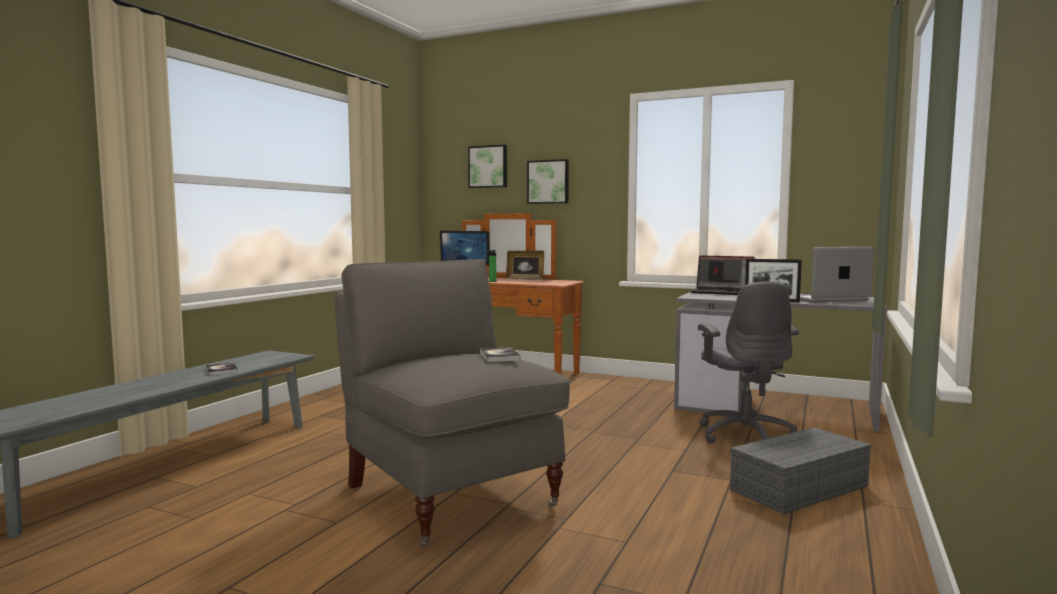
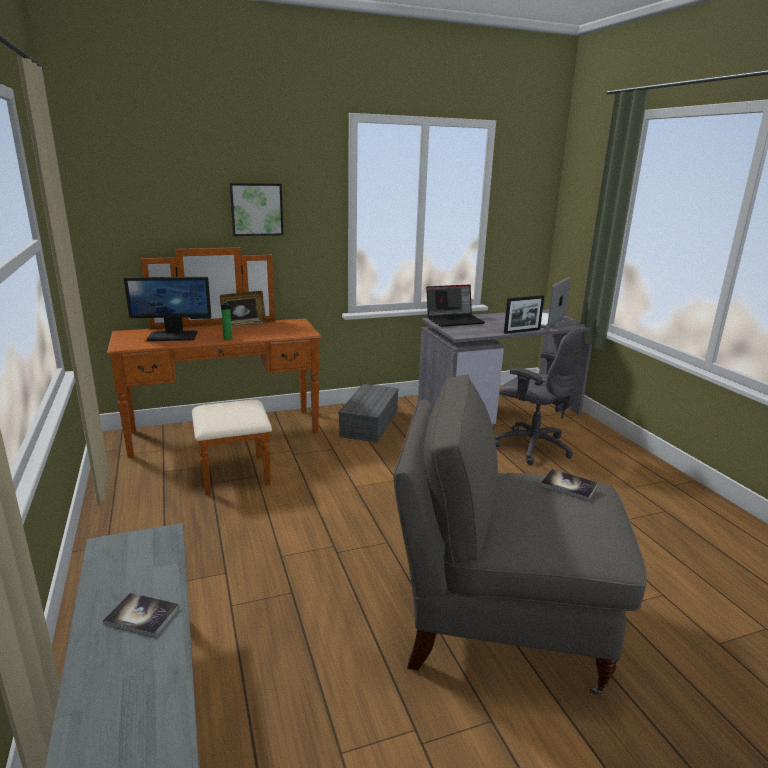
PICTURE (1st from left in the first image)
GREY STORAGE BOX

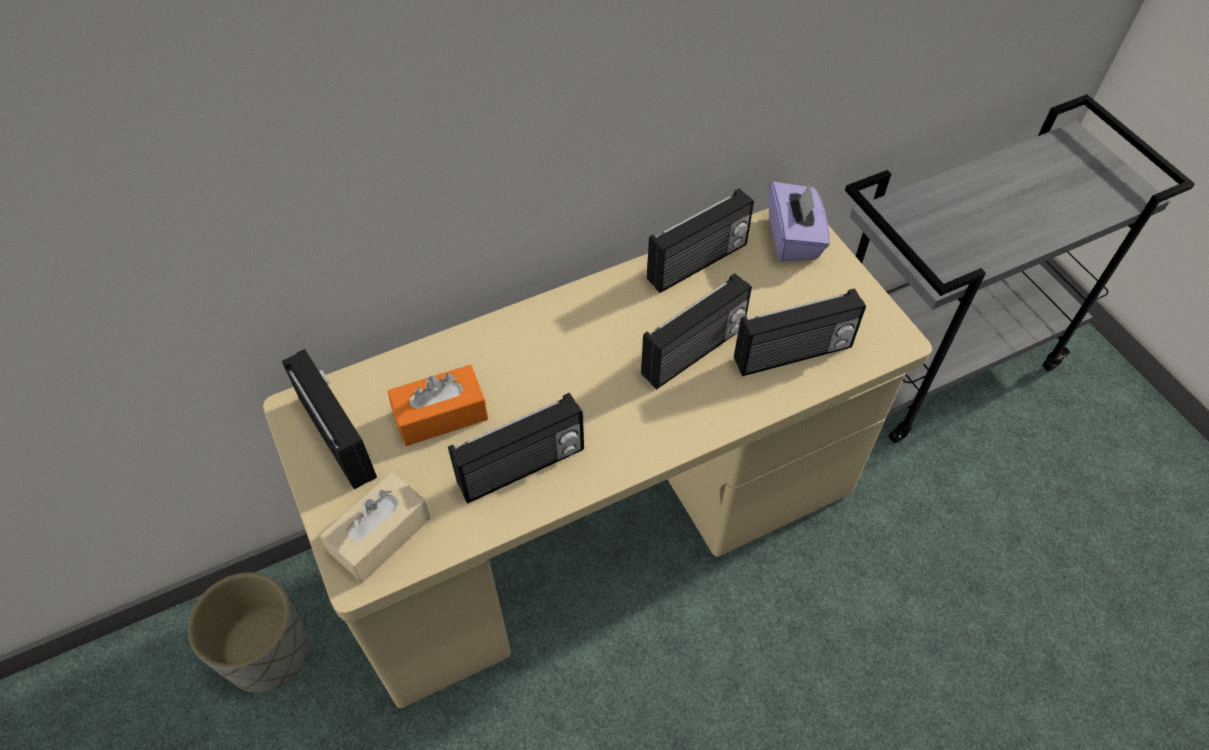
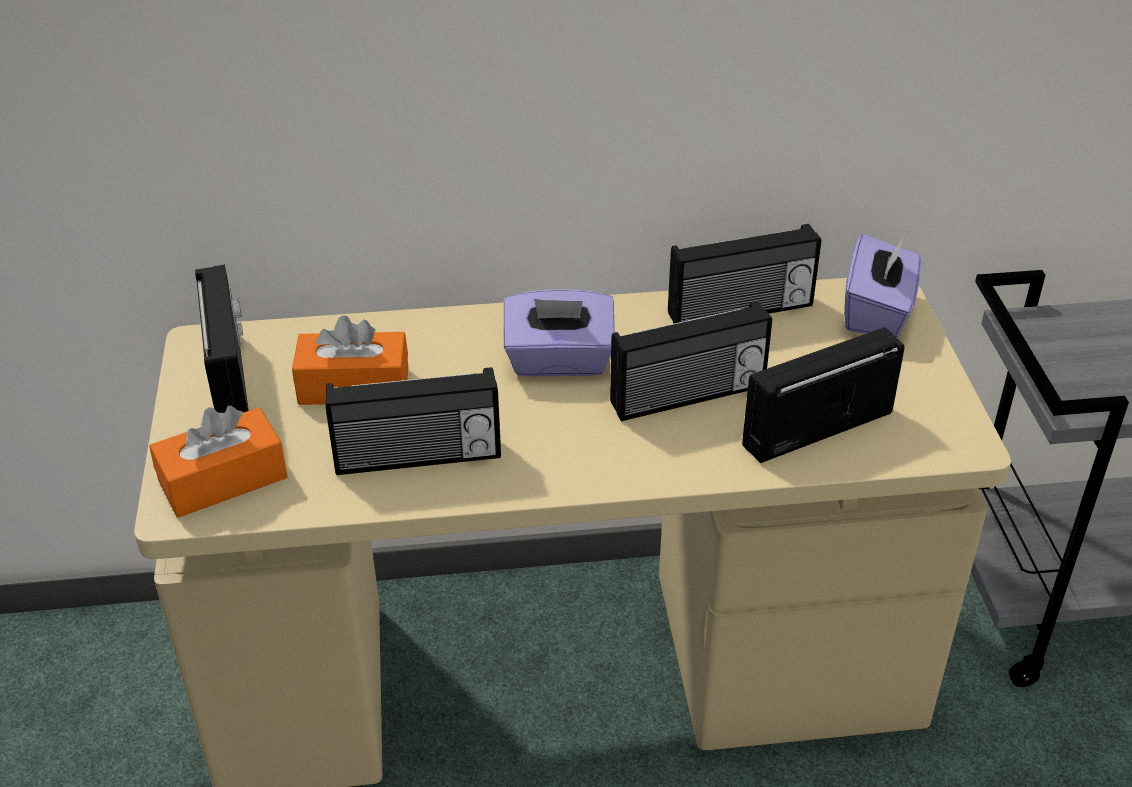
GREY PLANTER
ORANGE TISSUE BOX (1st from left)
RADIO (5th from left)
PURPLE TISSUE BOX (1st from left)

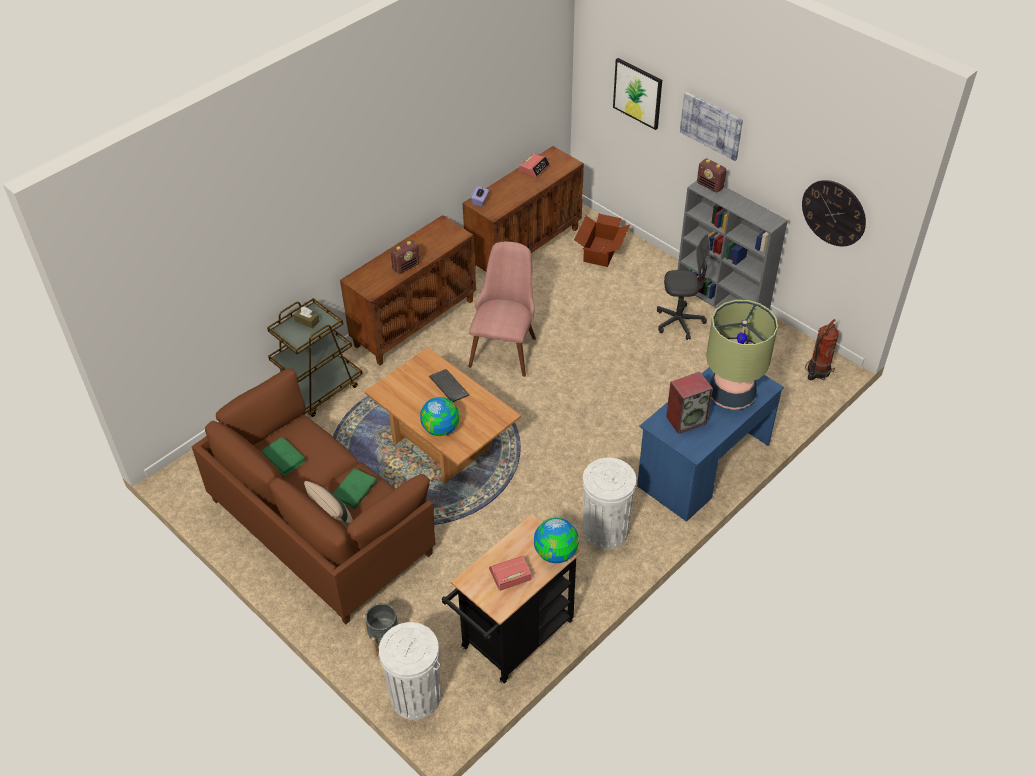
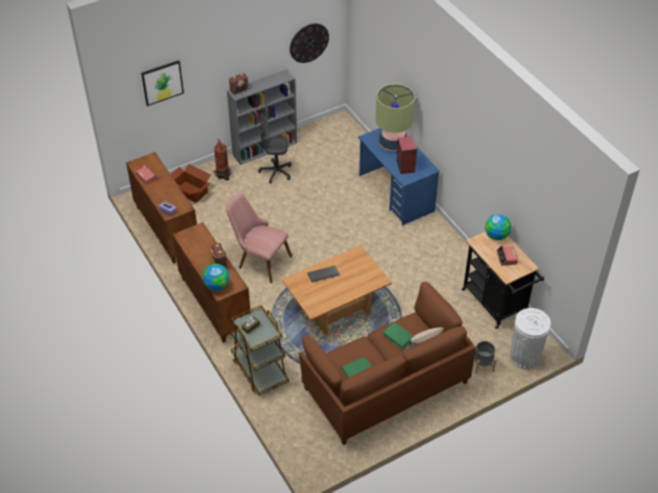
GLOBE (1st from left)
WHITE TRASH CAN (2nd from left in the first image)
GREY OFFICE CHAIR
PICTURE (2nd from left in the first image)
FIRE EXTINGUISHER

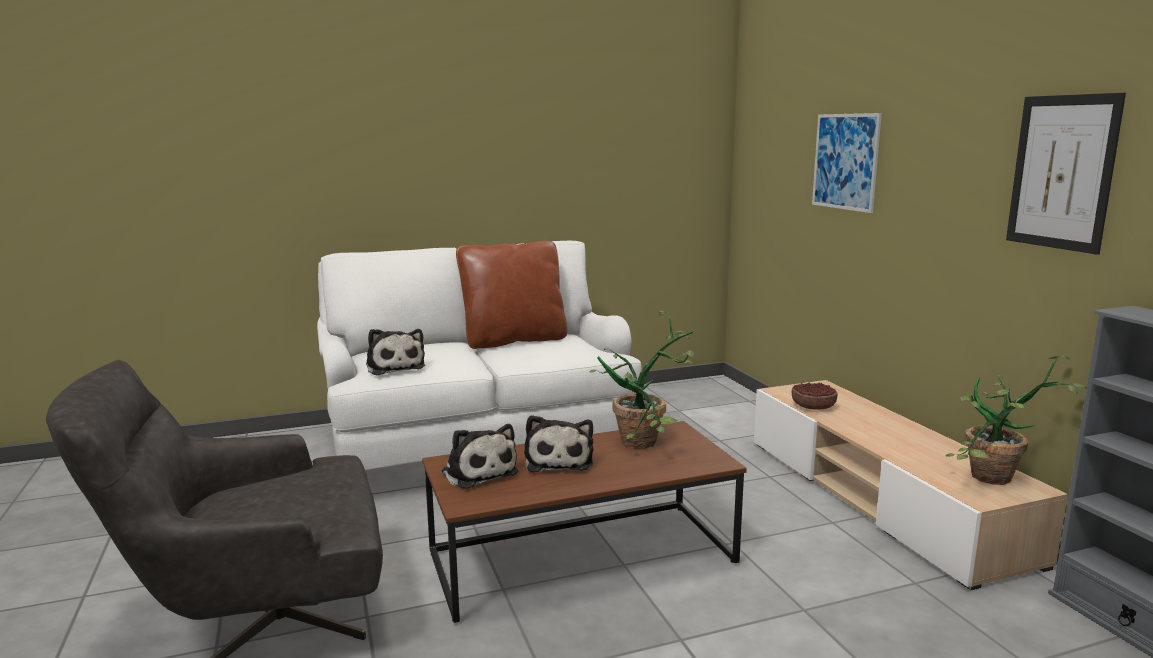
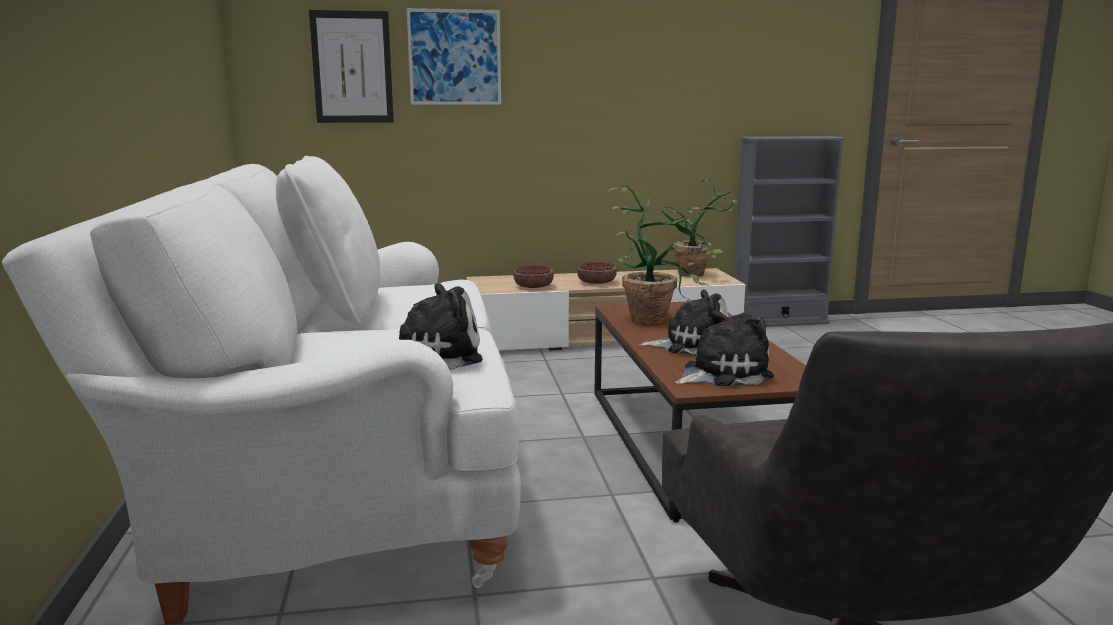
WHITE PILLOW
PICTURE (1st from left)
BOWL (2nd from left)

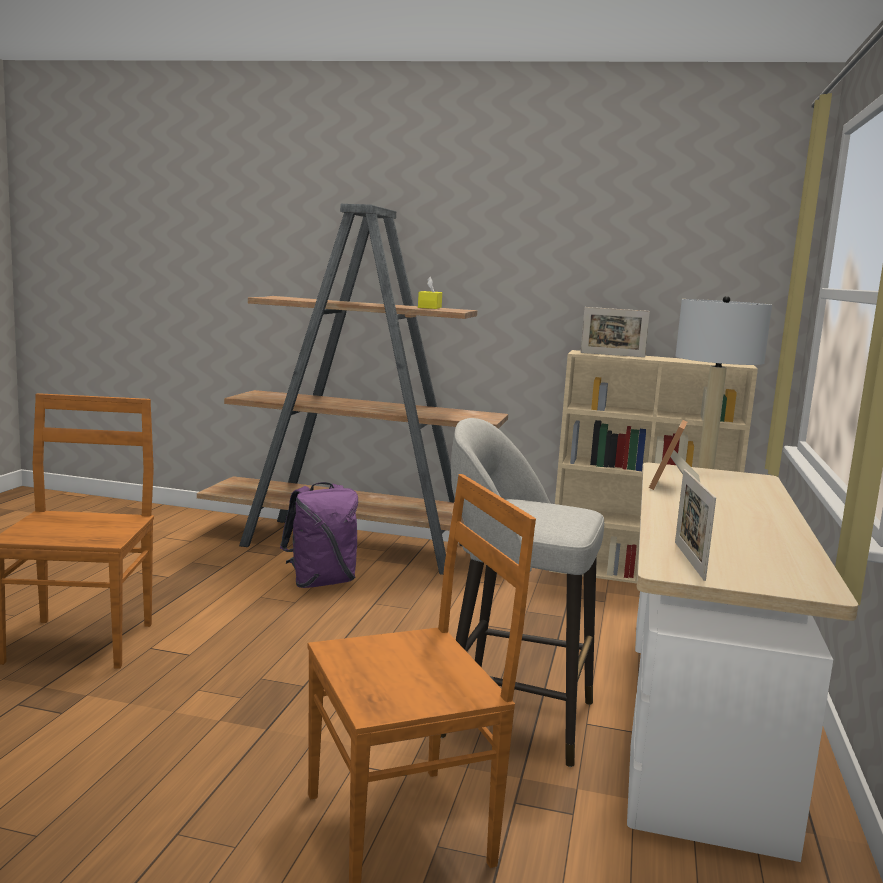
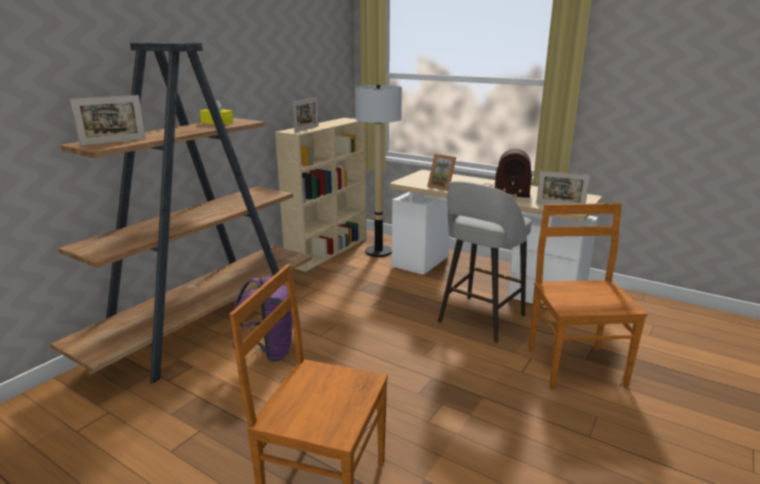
PICTURE FRAME (1st from left)
RADIO

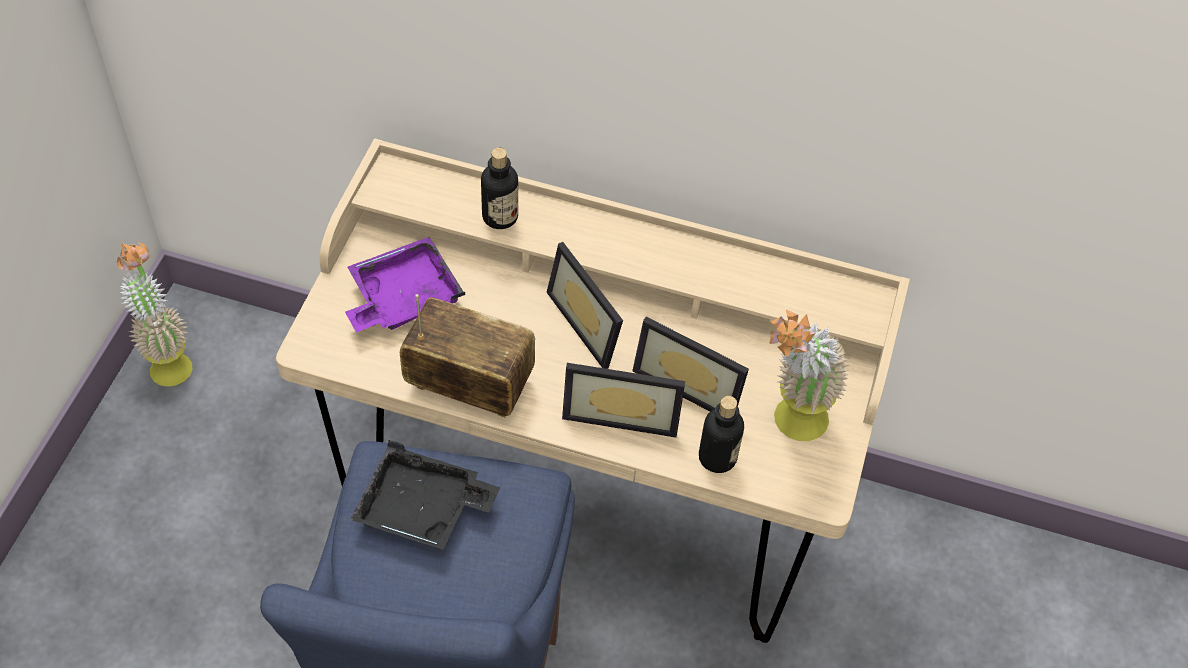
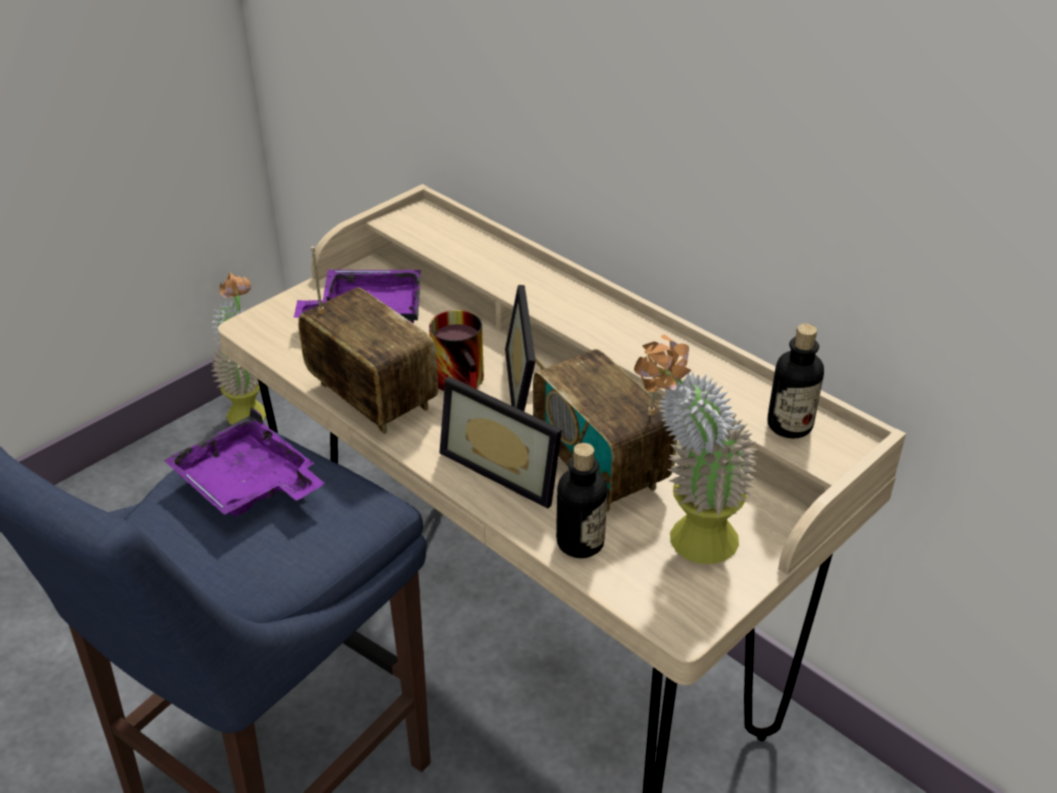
PURPLE TRAY (1st from left)
BOTTLE (2nd from left)
RADIO (2nd from left)
MUG

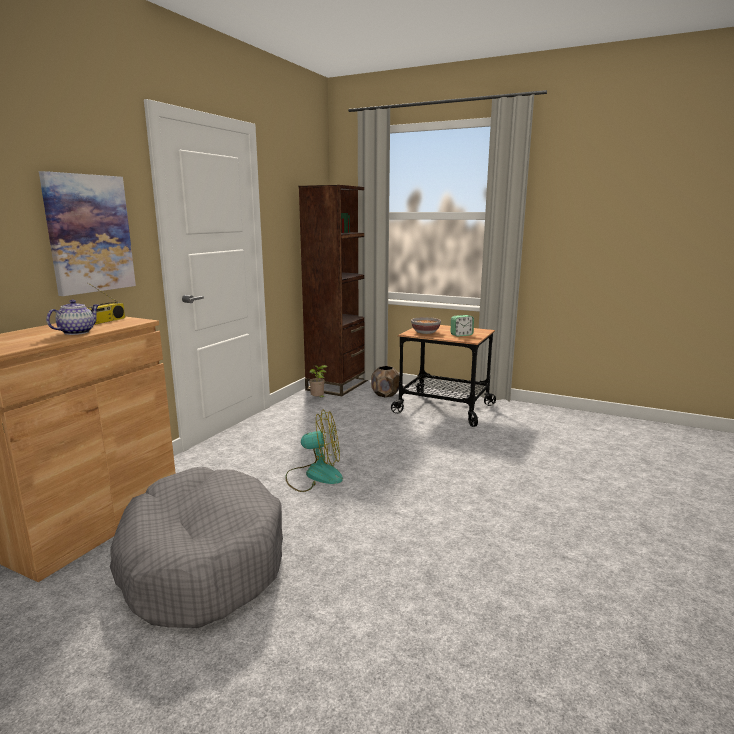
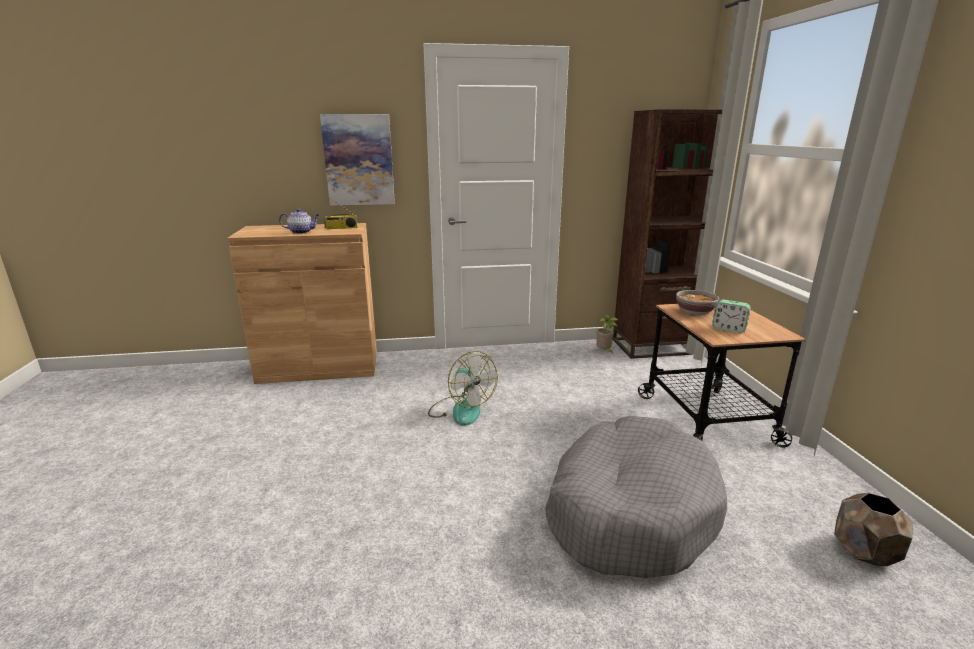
GREY DOG BED
BROWN PLANTER

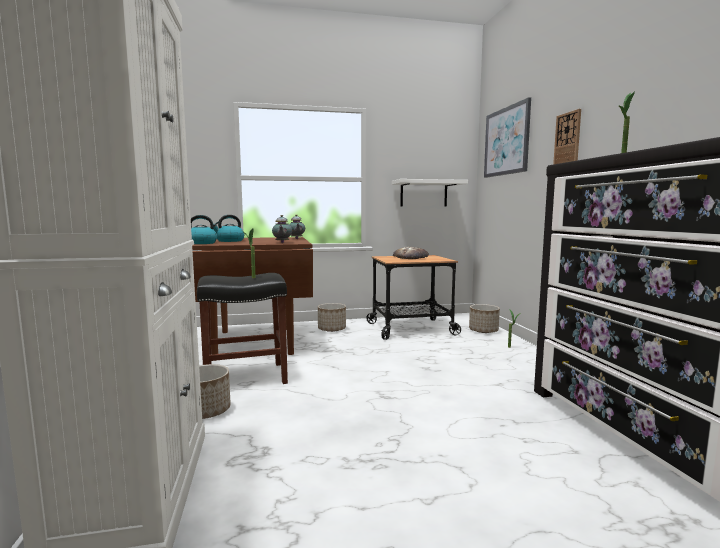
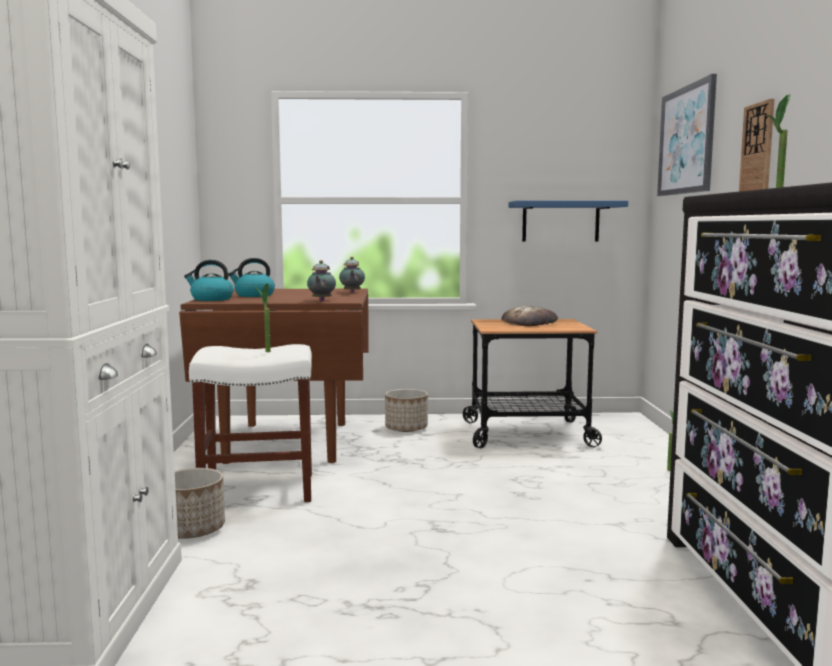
WHITE STOOL
BLUE SHELF
PLANTER (3rd from left in the first image)

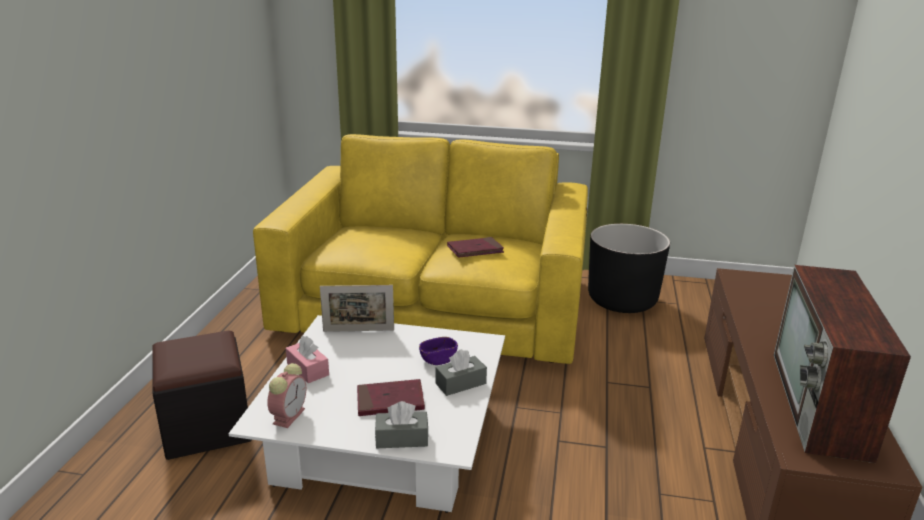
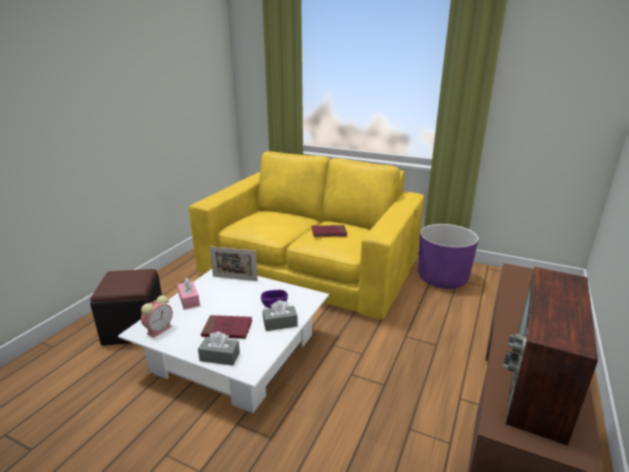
PURPLE PLANTER

